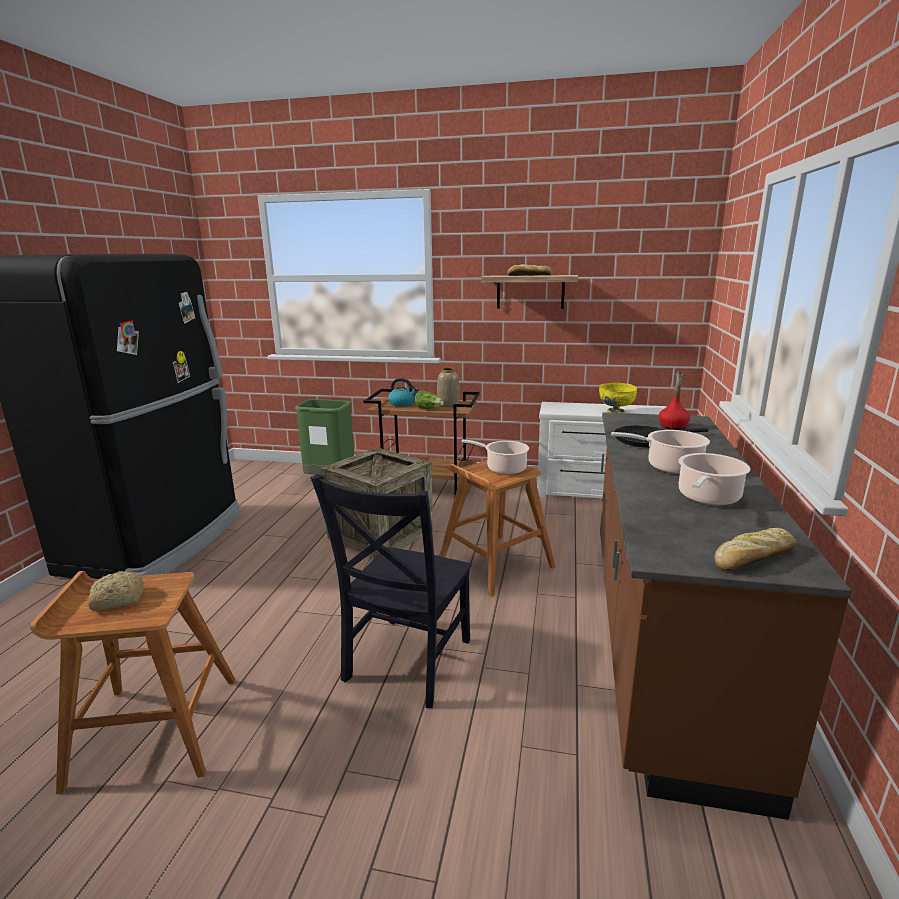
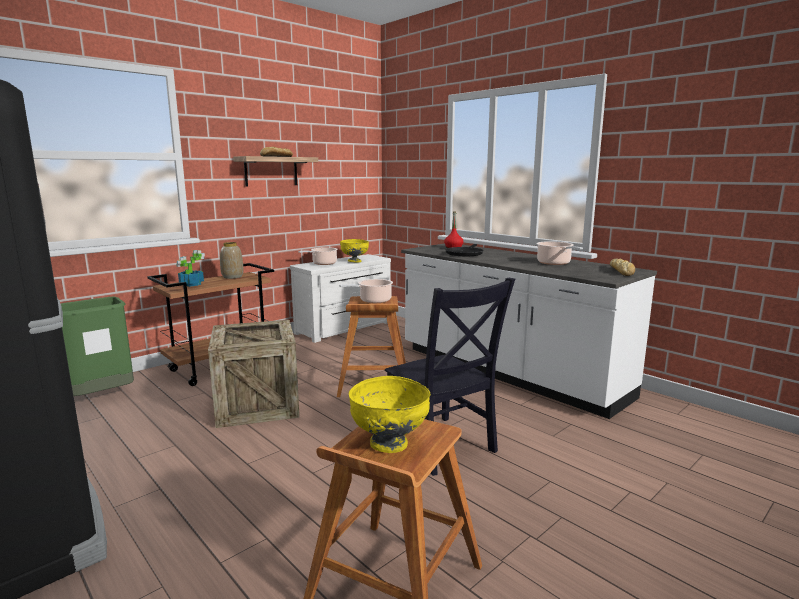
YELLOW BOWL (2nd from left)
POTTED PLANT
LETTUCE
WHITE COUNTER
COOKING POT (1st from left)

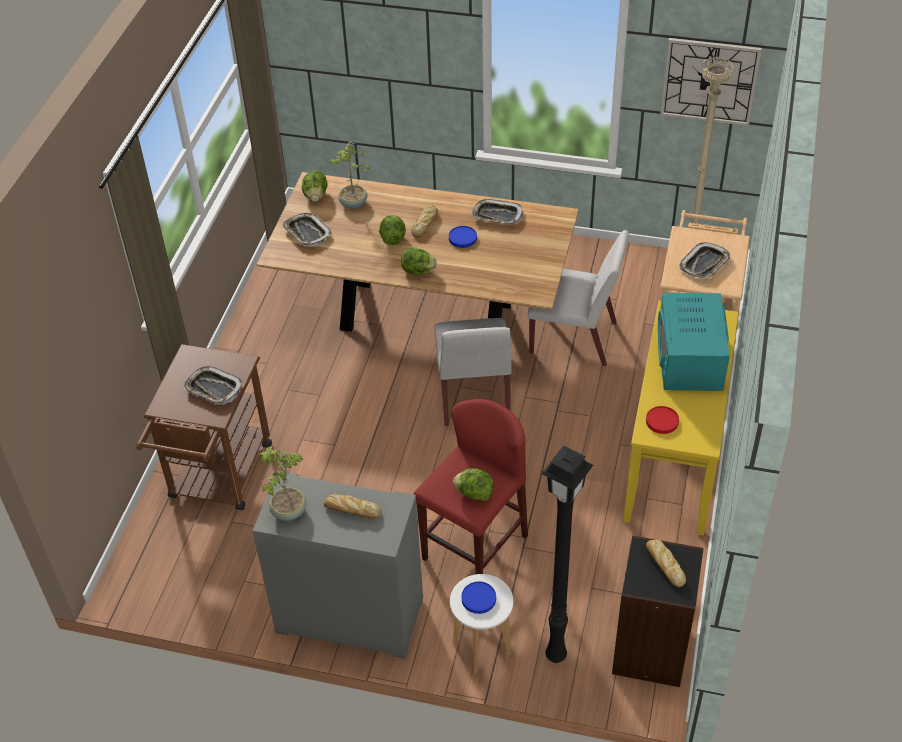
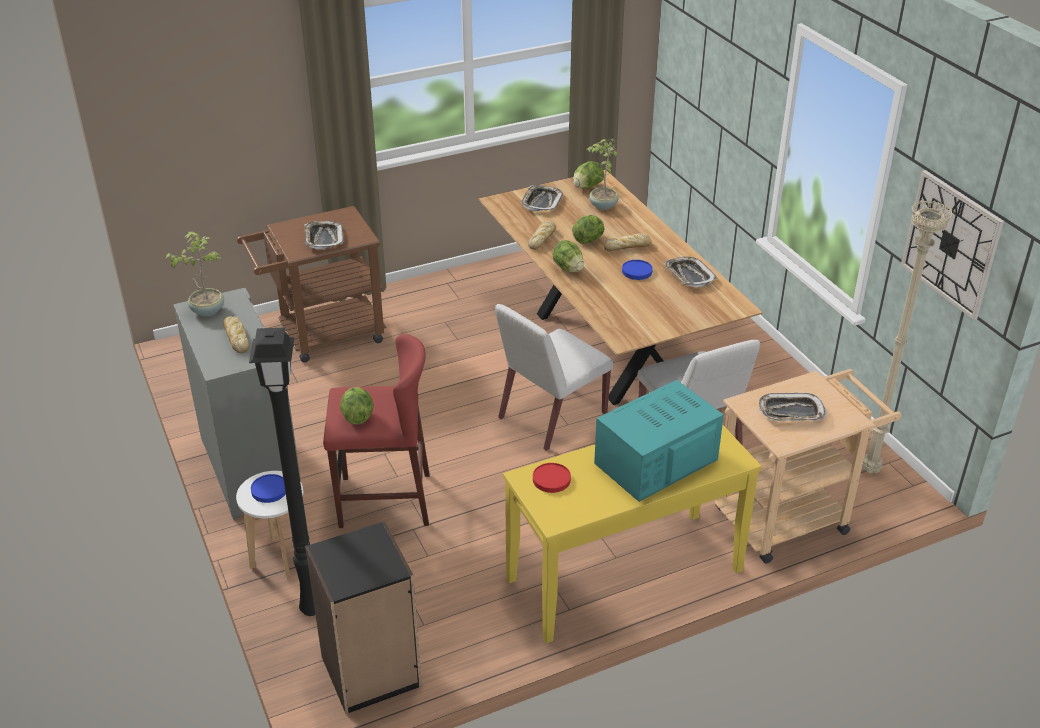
BREAD (2nd from left)

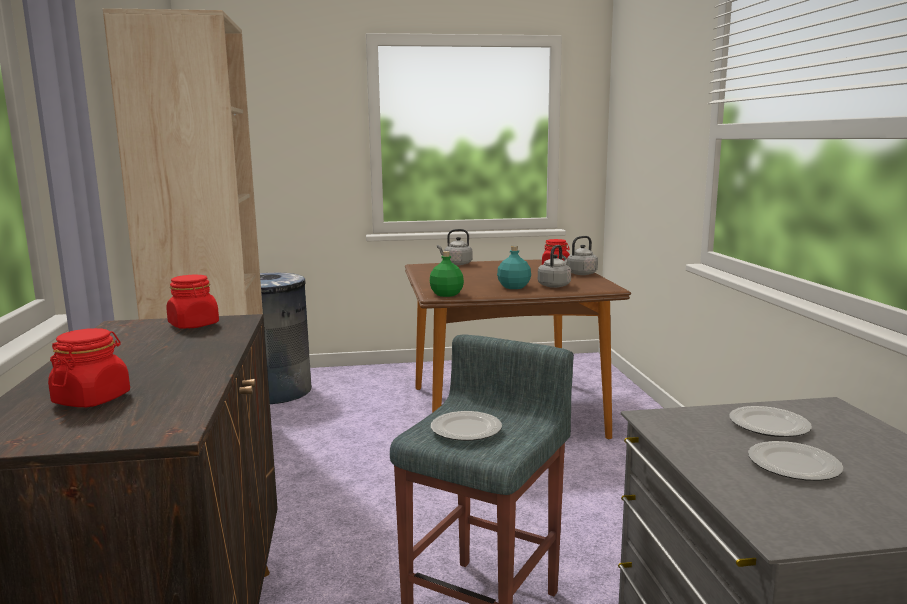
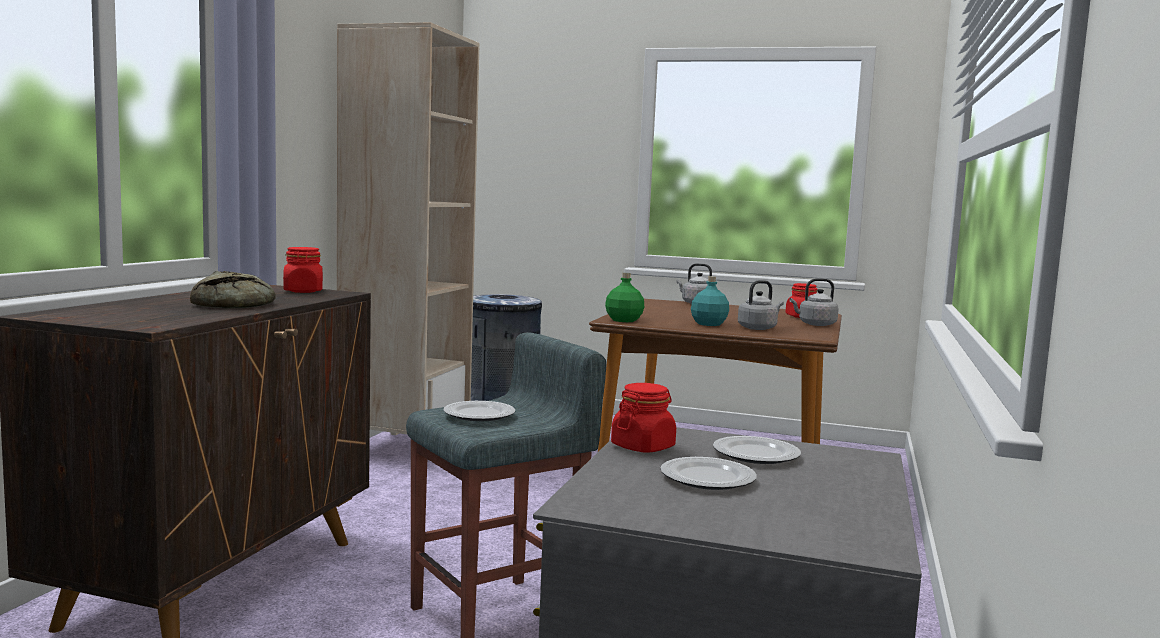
RED JAR (2nd from left)
BREAD

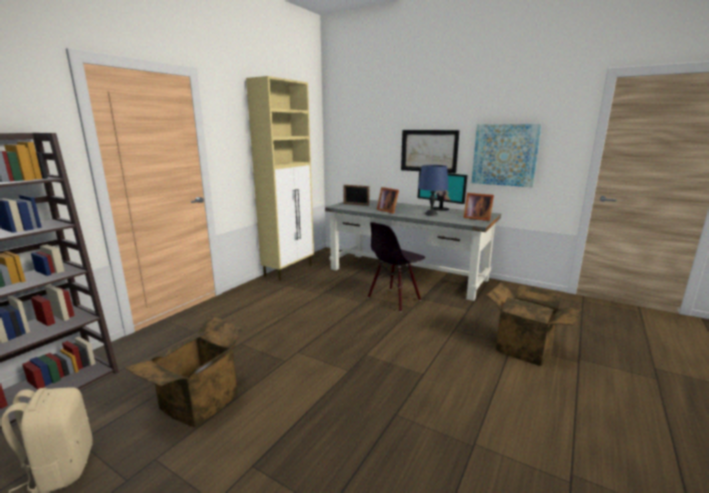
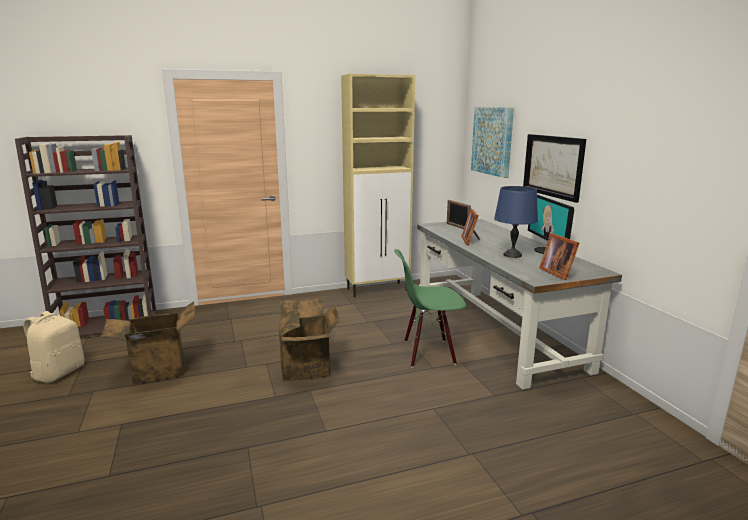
GREEN CHAIR
PICTURE (1st from left)
CARDBOARD BOX (2nd from left)

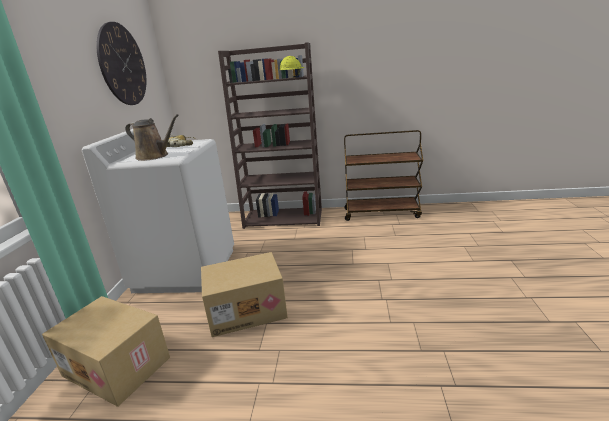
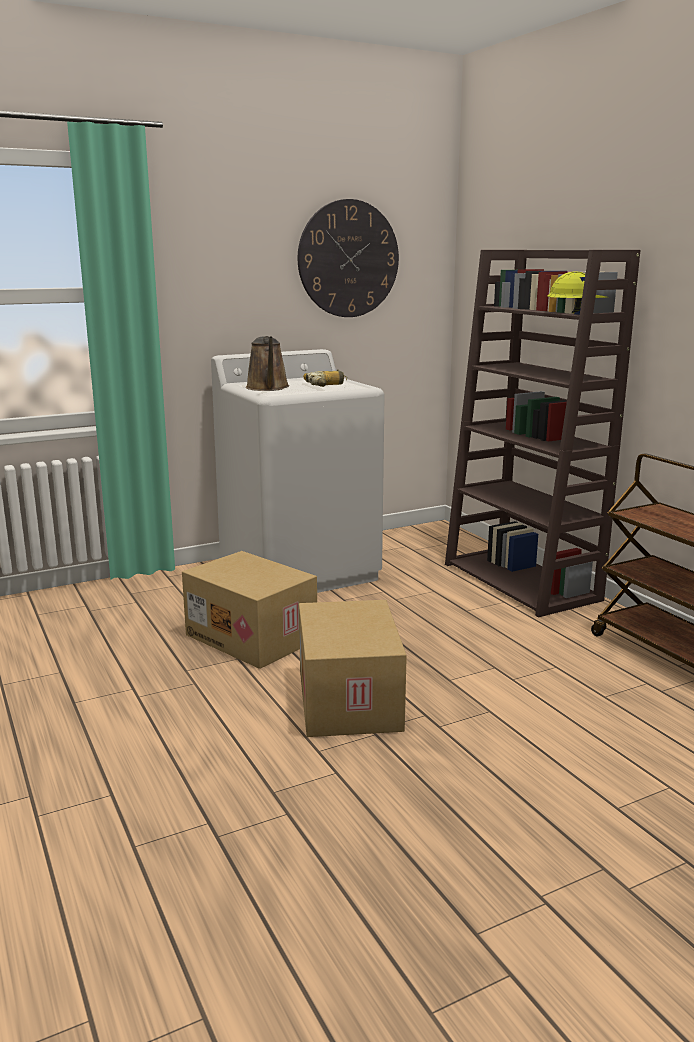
CARDBOARD BOX (2nd from left)

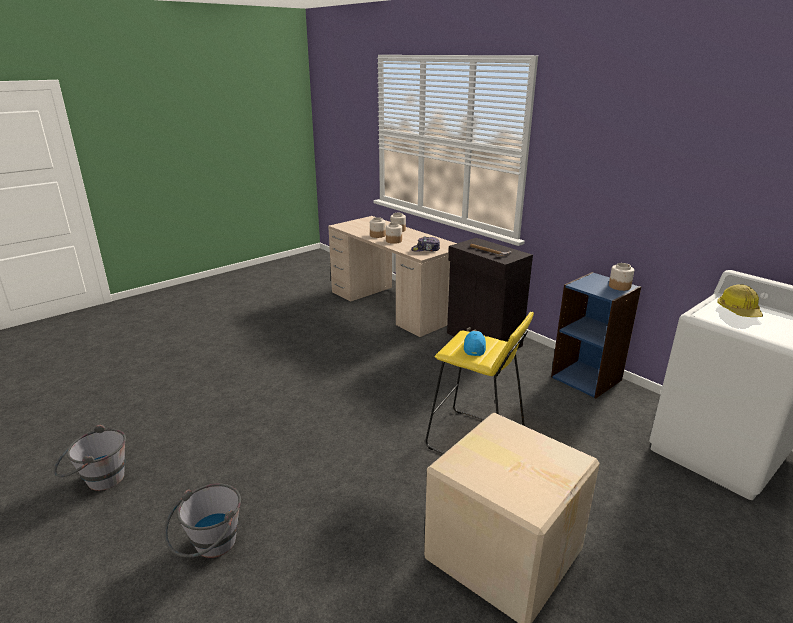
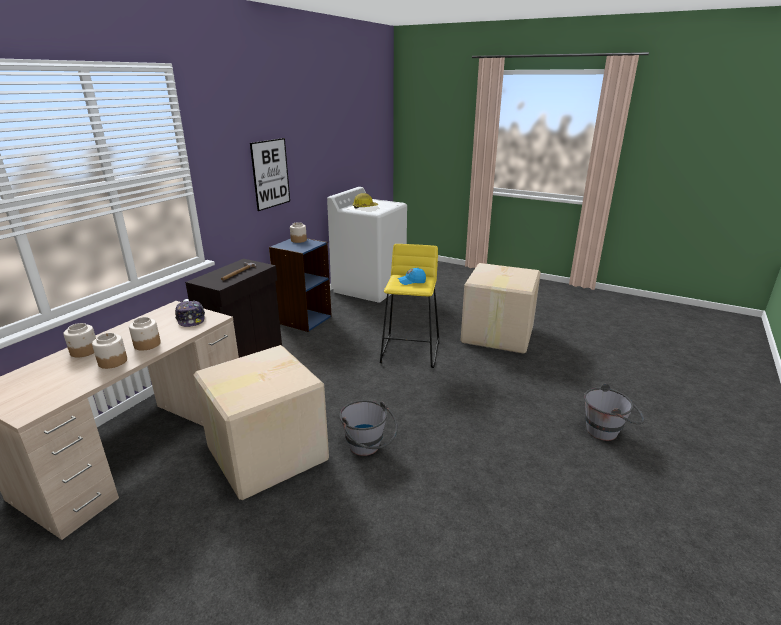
GREY BUCKET (1st from left)
CARDBOARD BOX (1st from left)
PICTURE

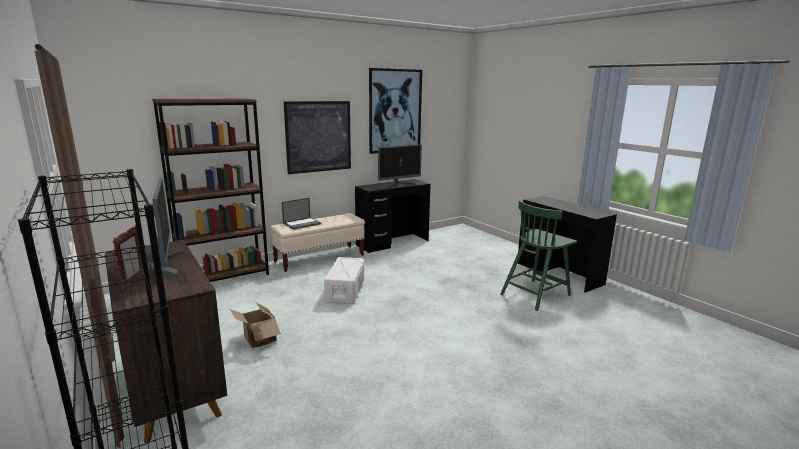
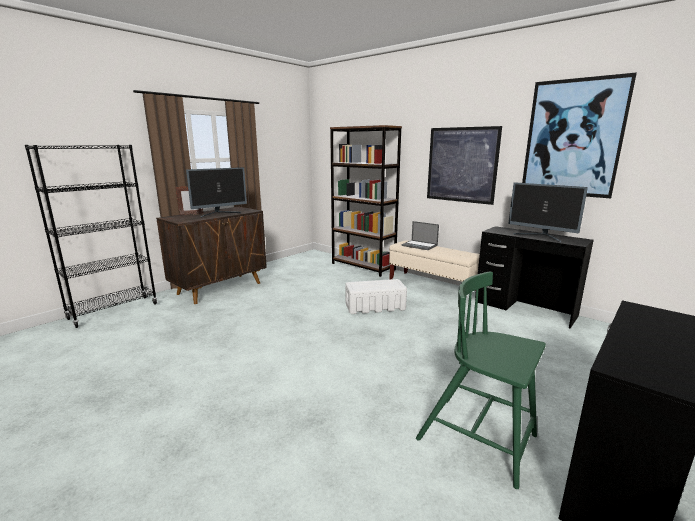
CARDBOARD BOX

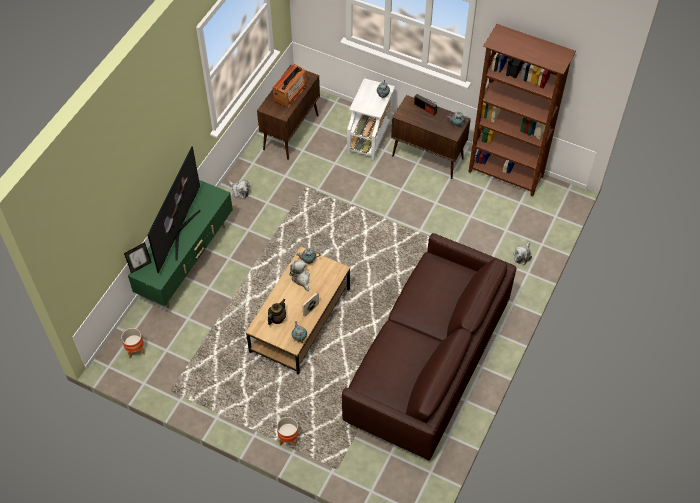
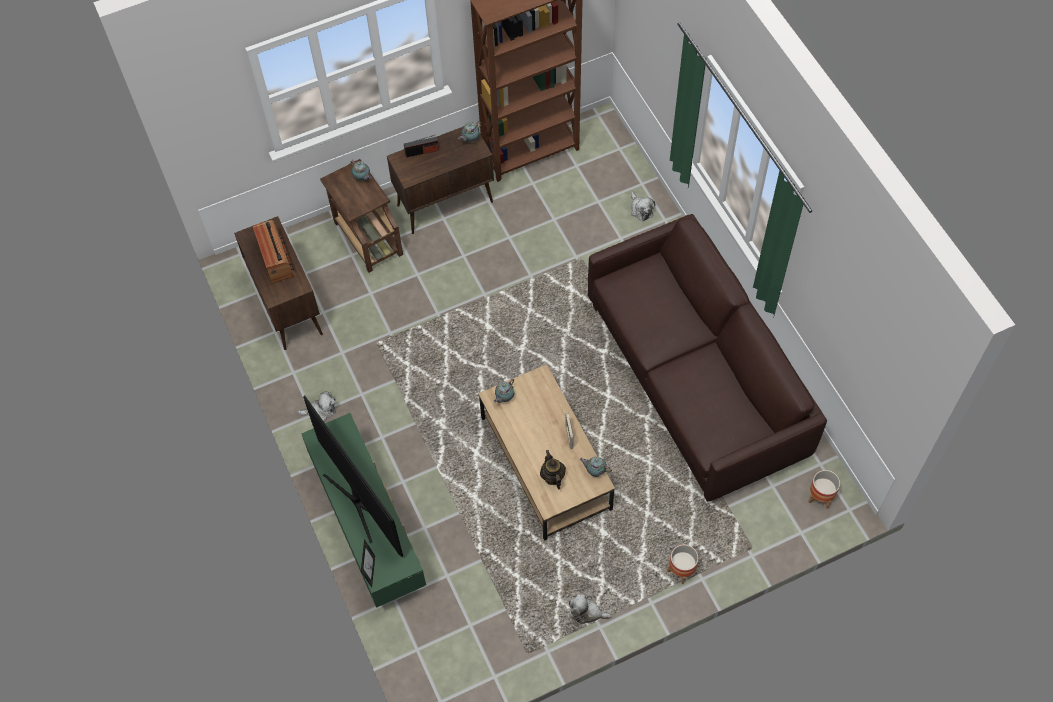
PLANTER (2nd from left)
PLUSH TOY (2nd from left)
BROWN SIDE TABLE

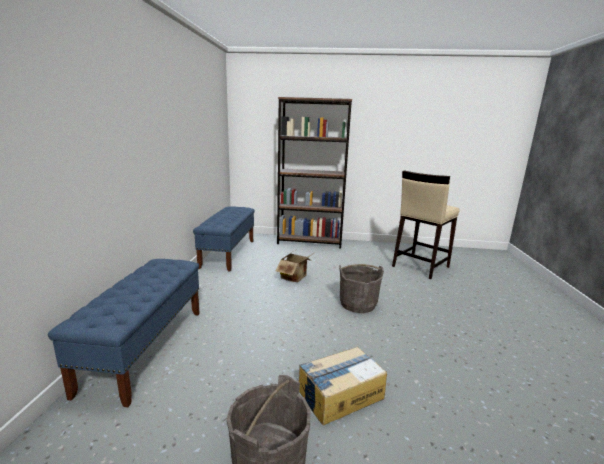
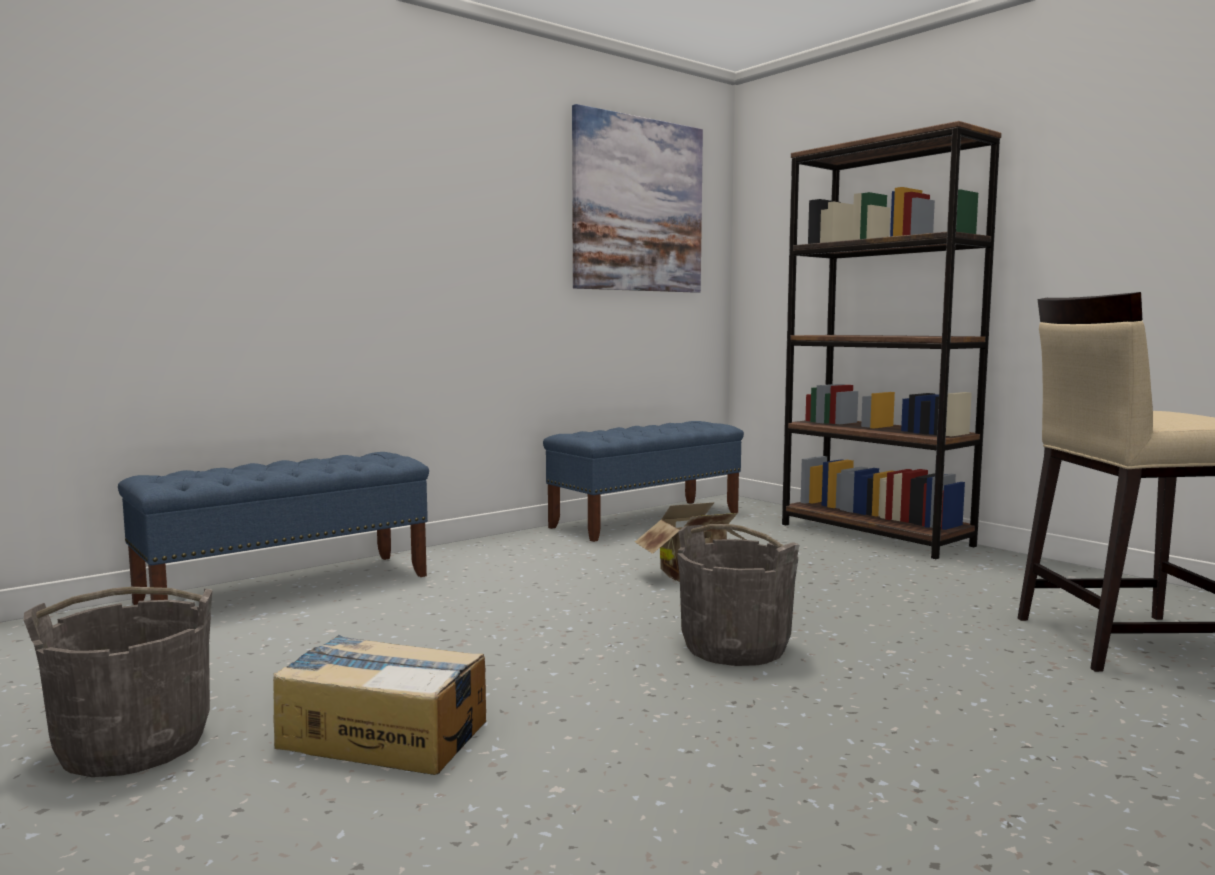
PICTURE

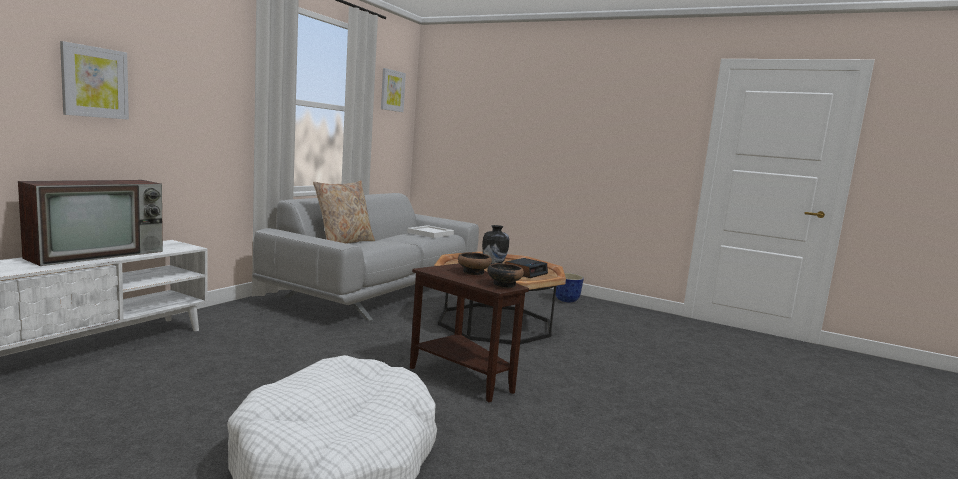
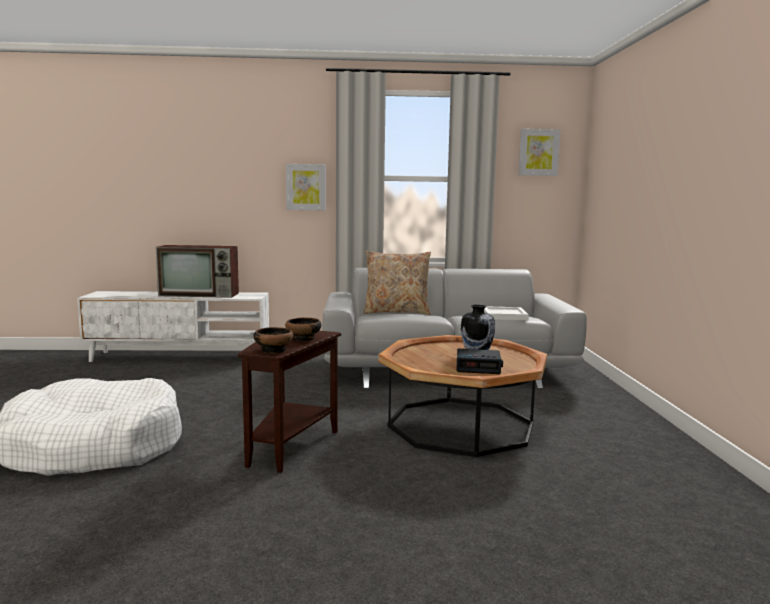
PICTURE (1st from left)
PLANTER

